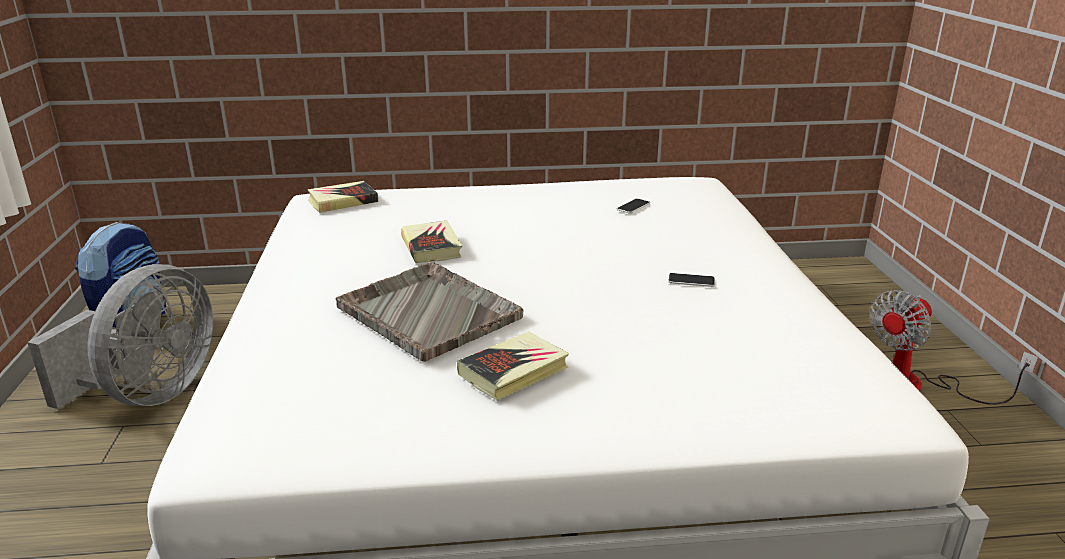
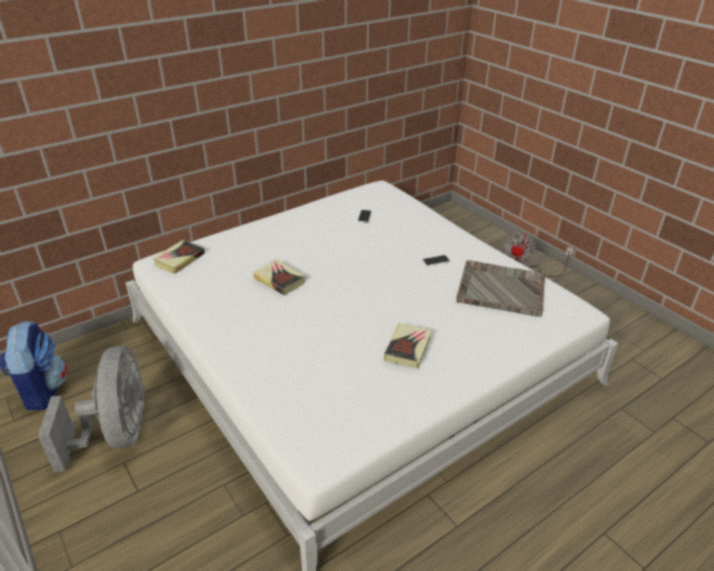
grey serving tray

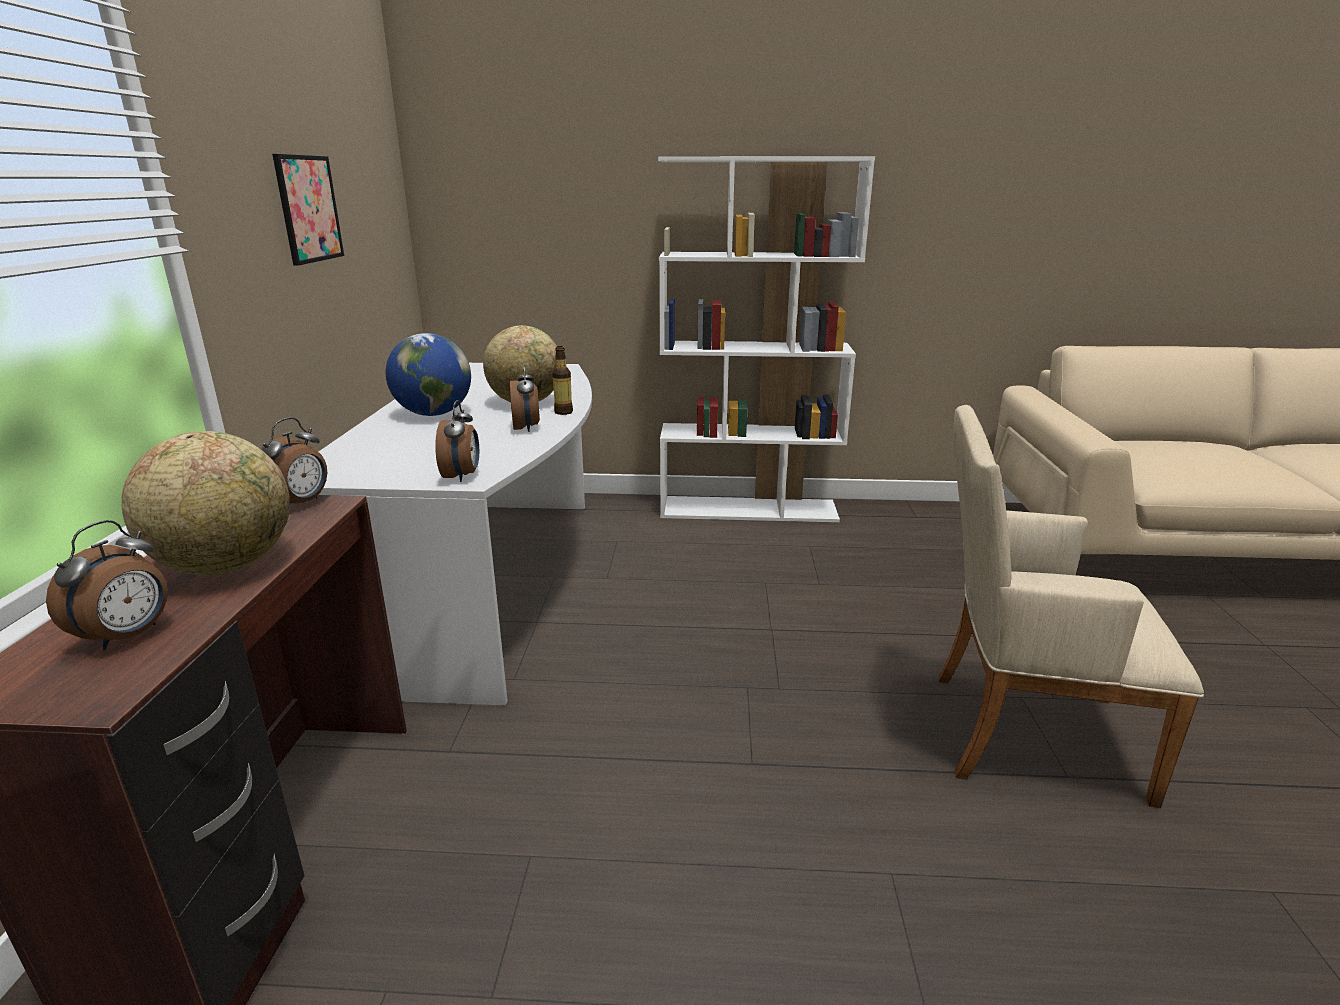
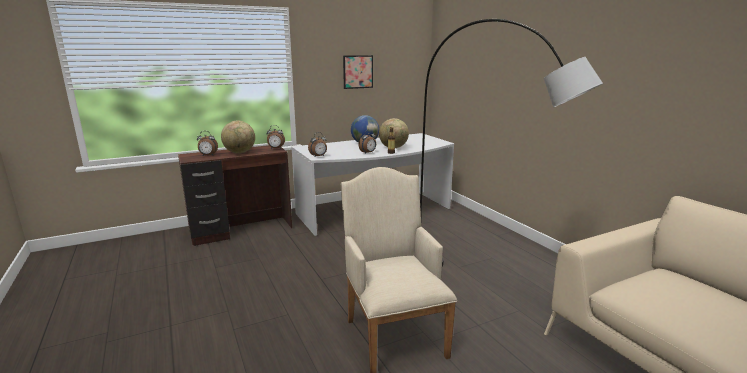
grey standing lamp; whitish shelving unit

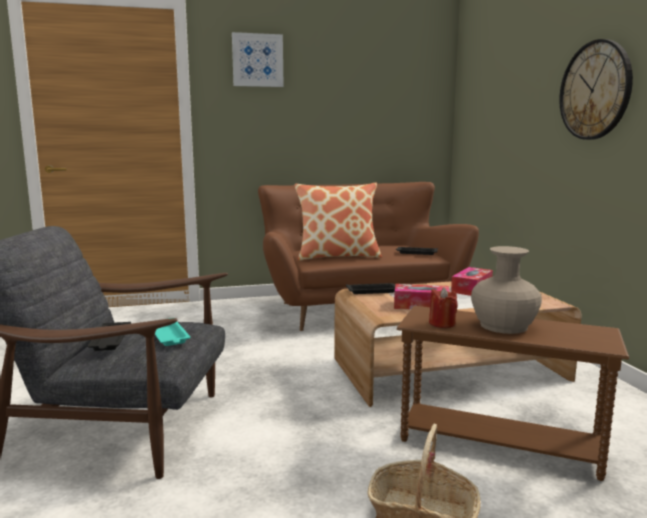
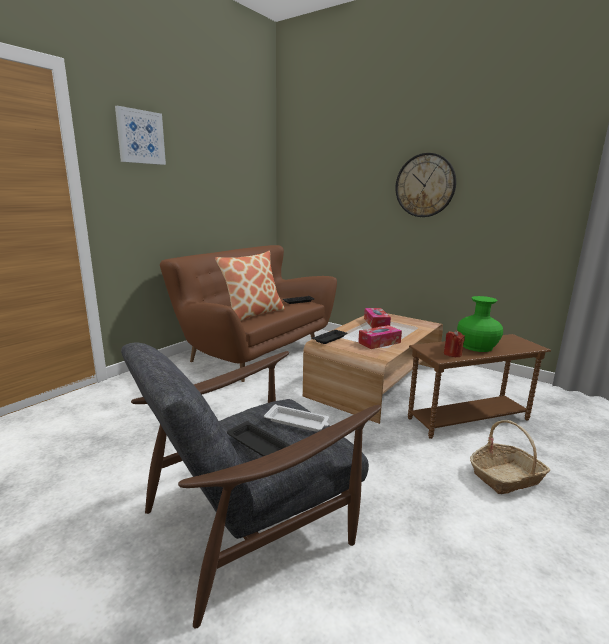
whitish serving tray; greenish vase

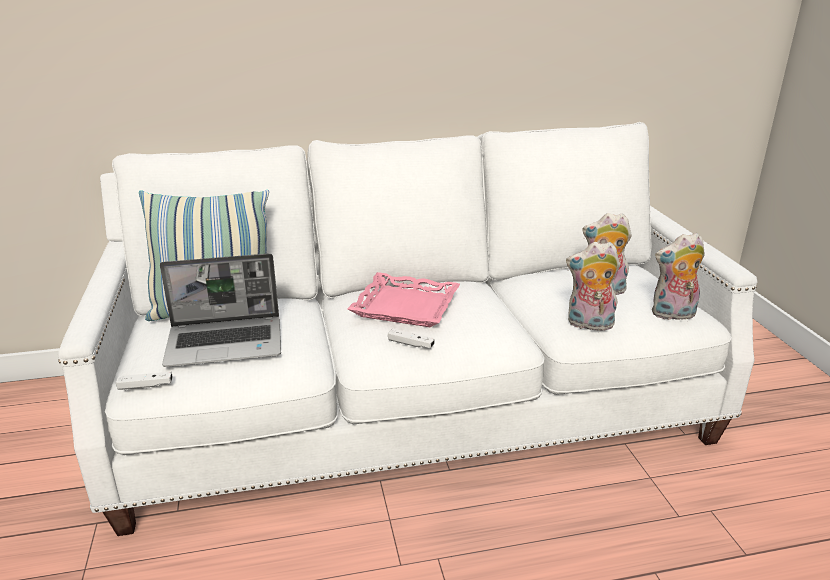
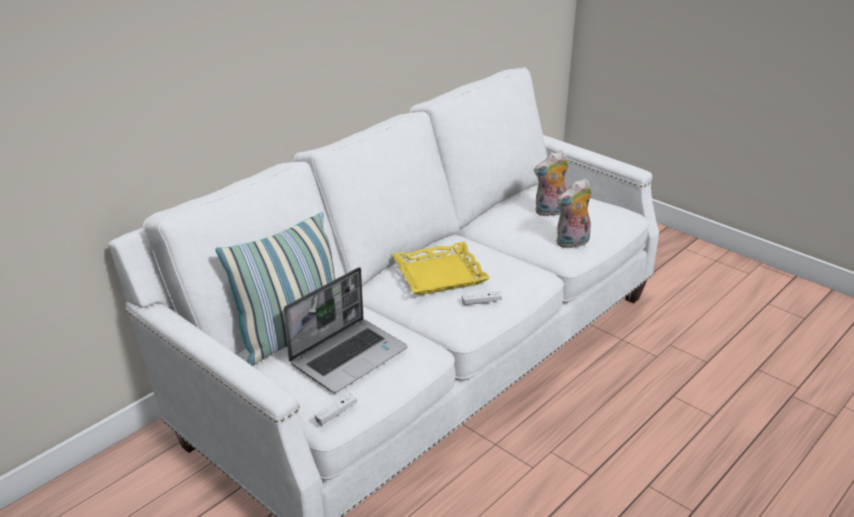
yellow serving tray; soft toy (3rd from left in the first image)

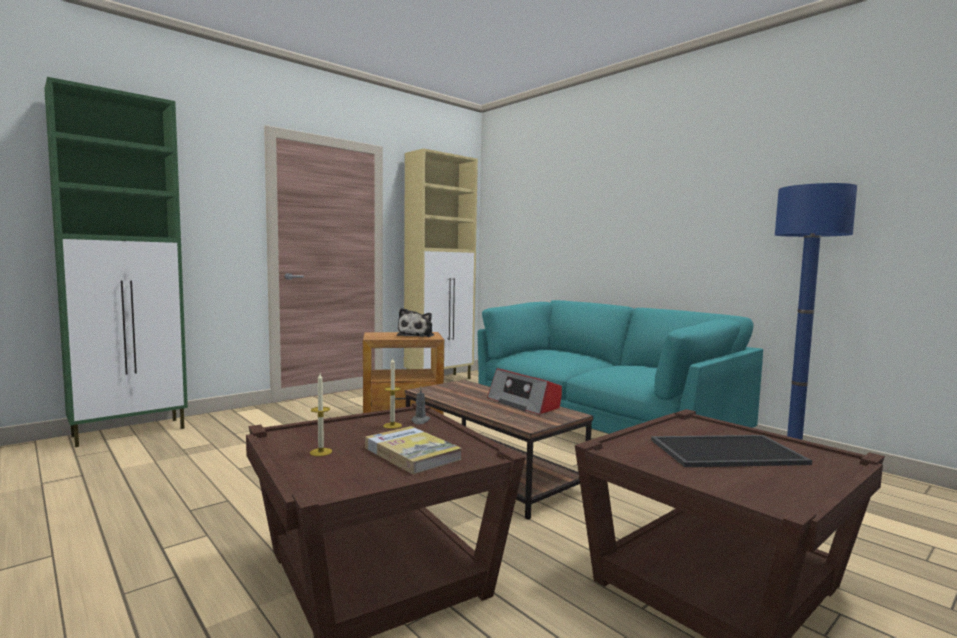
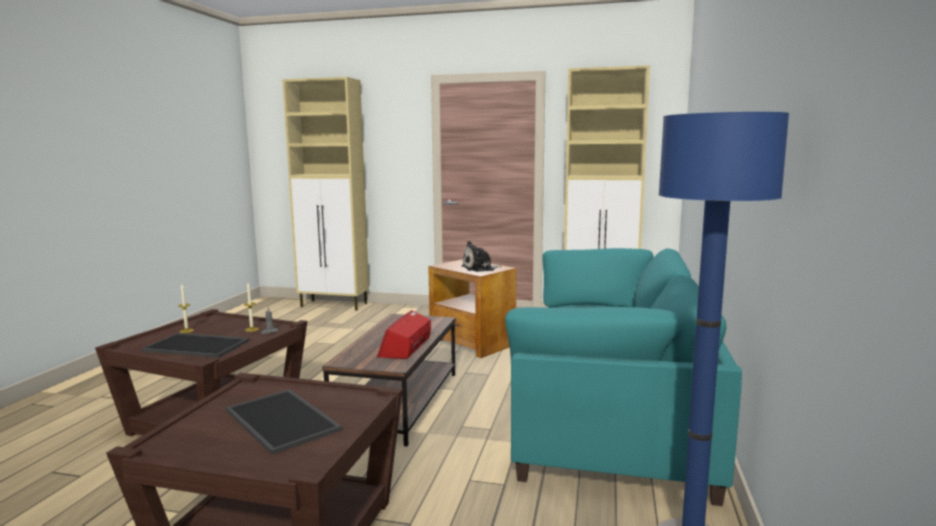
serving tray (1st from left); beige-coloured cupboard (1st from left)

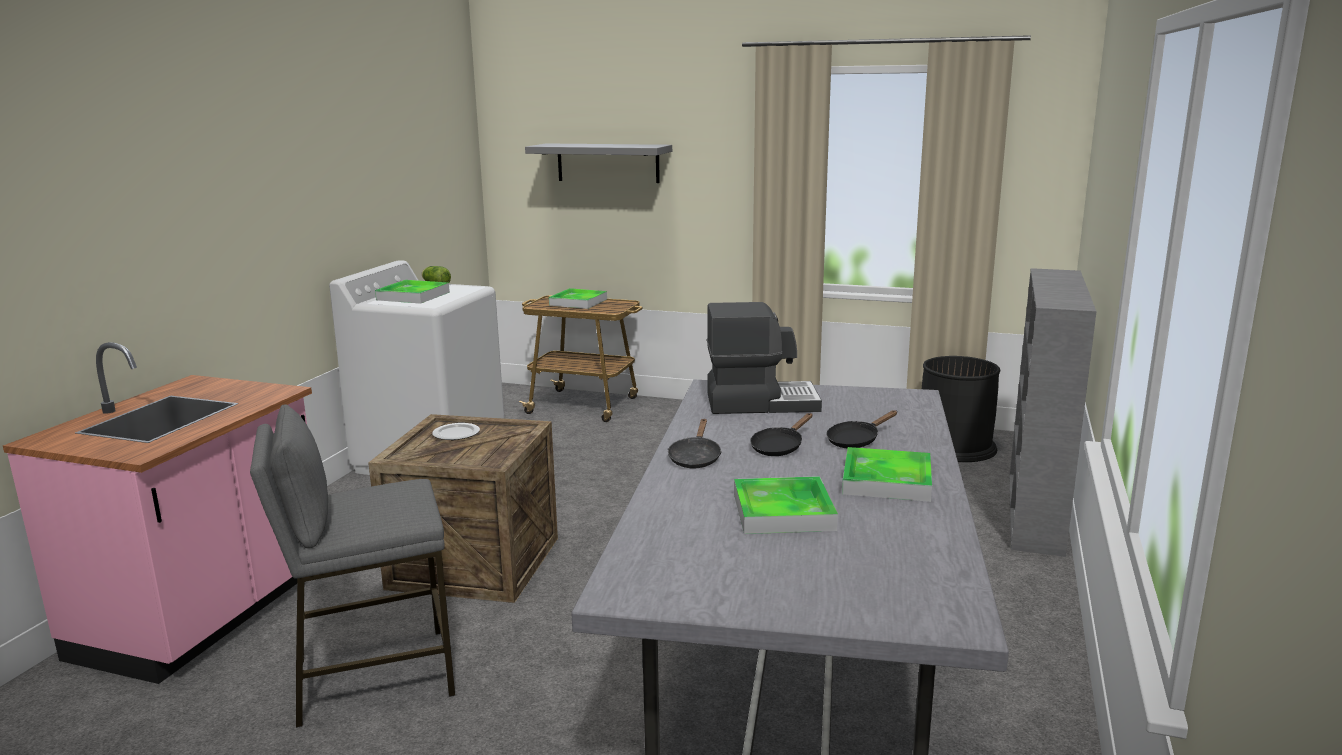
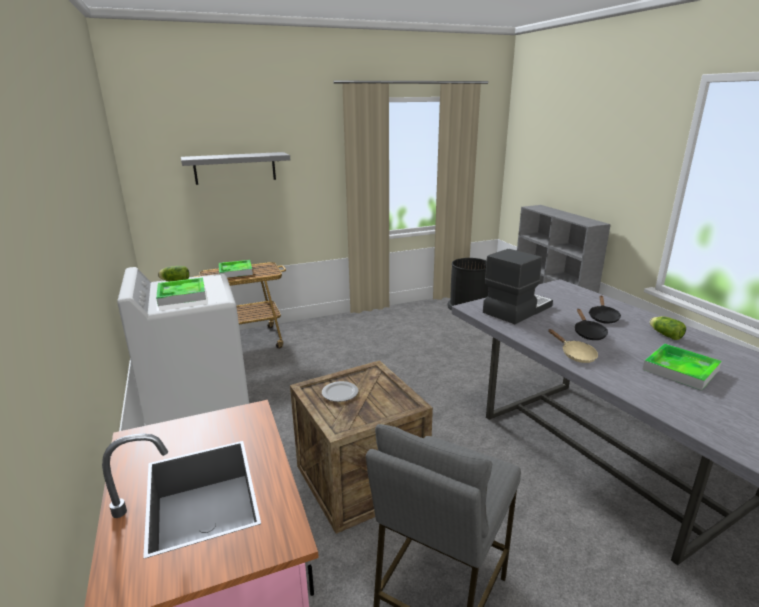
beige-coloured skillet; lettuce head (2nd from left)

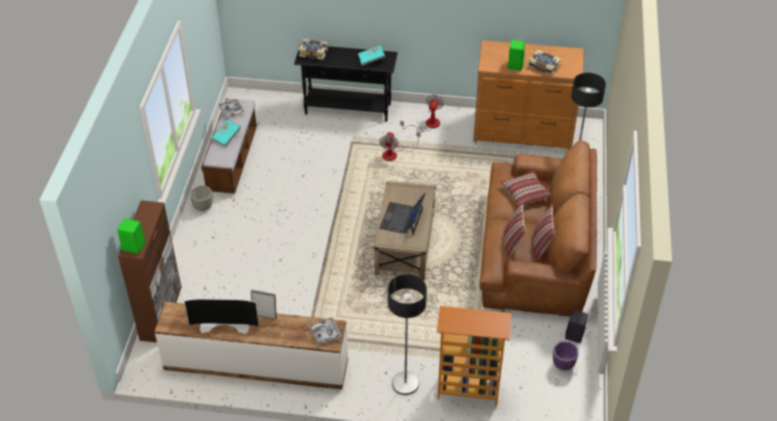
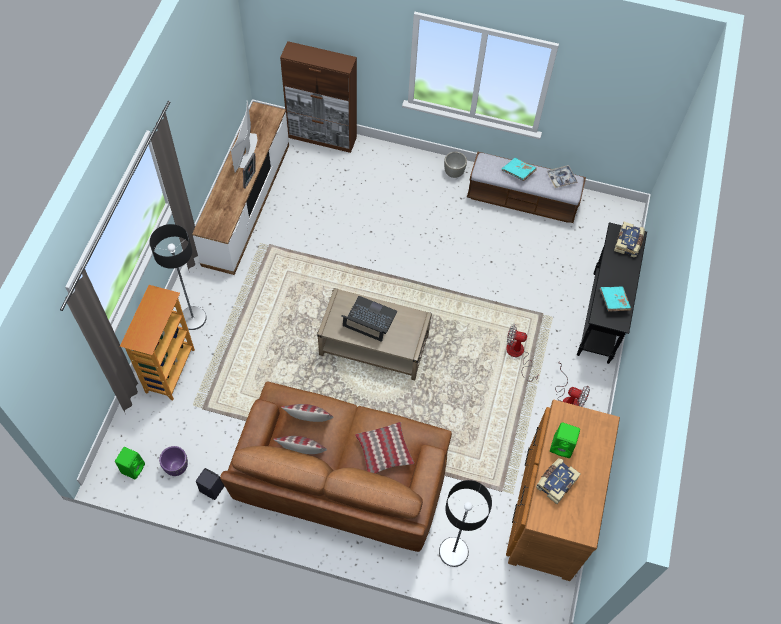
greenish audio speaker (1st from left); serving tray (2nd from left in the first image)

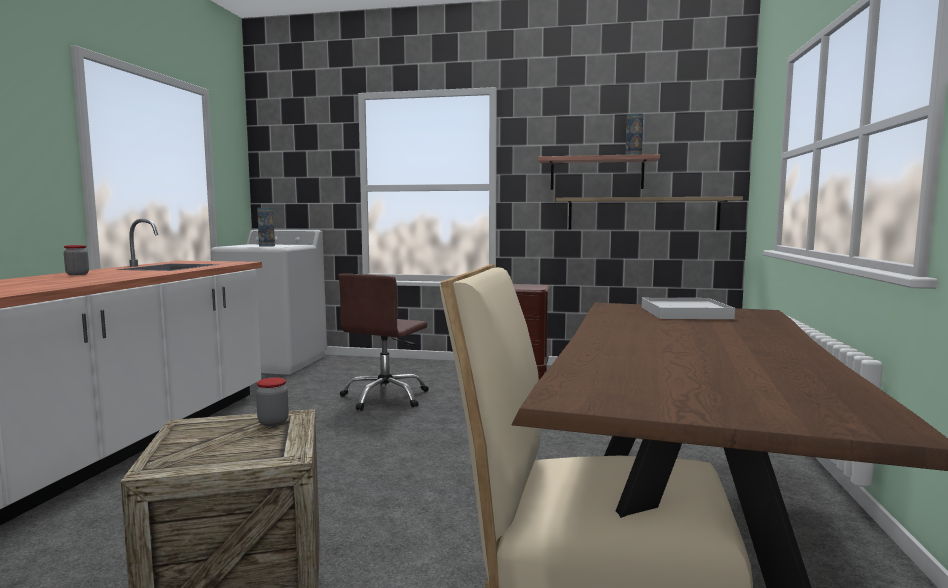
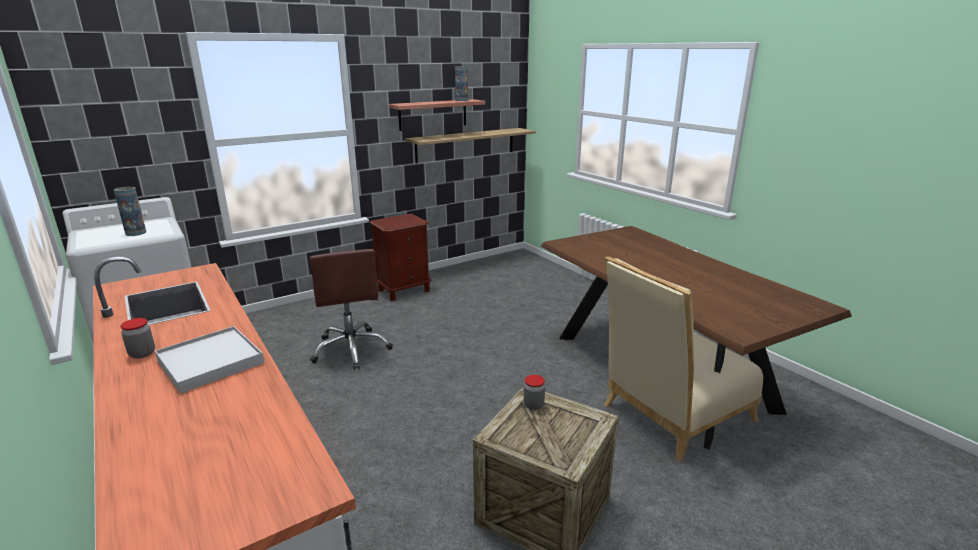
whitish serving tray

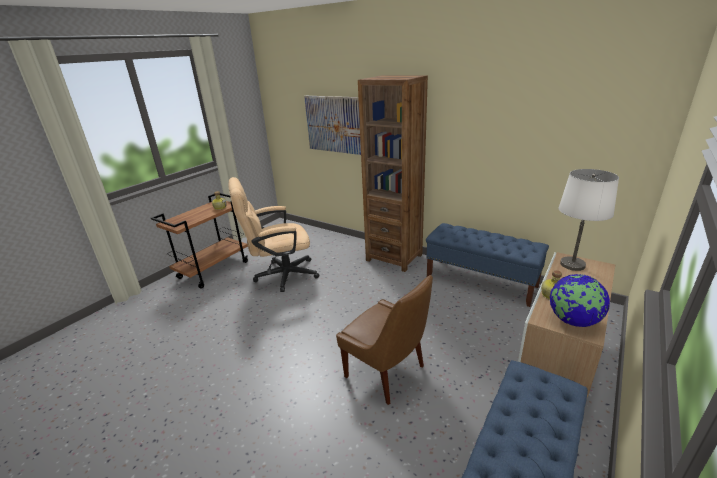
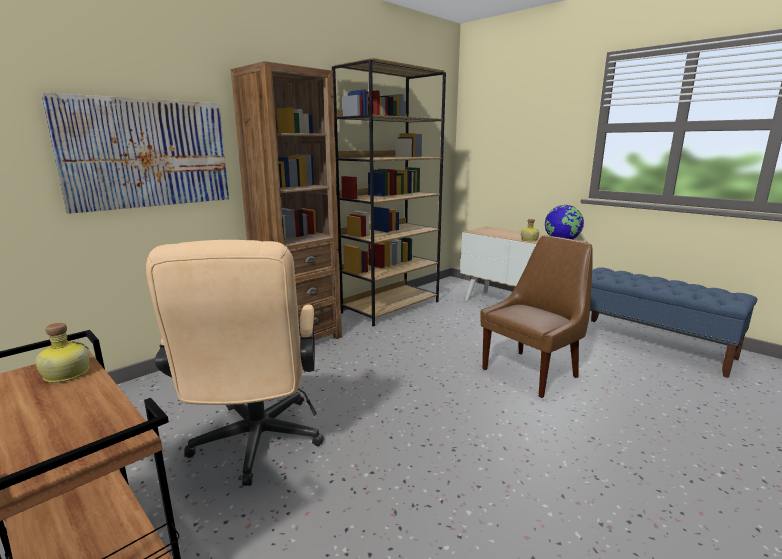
brown shelving unit (2nd from left); whitish tabletop lamp

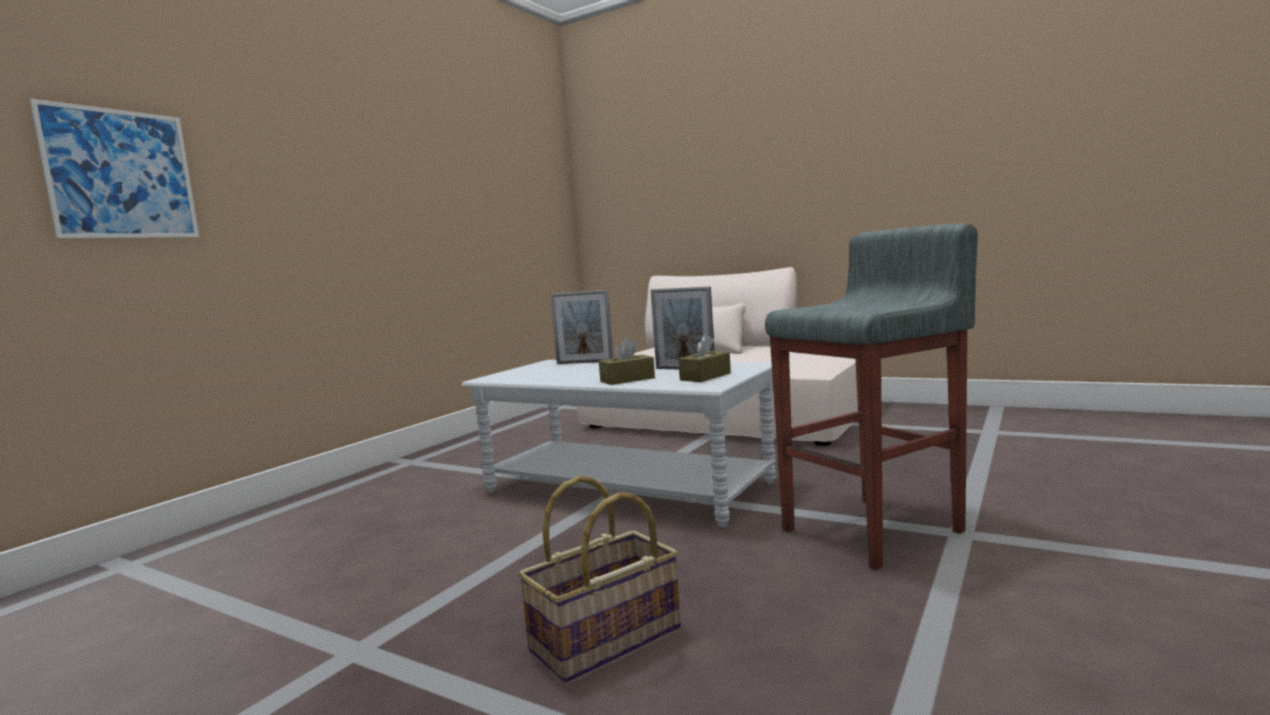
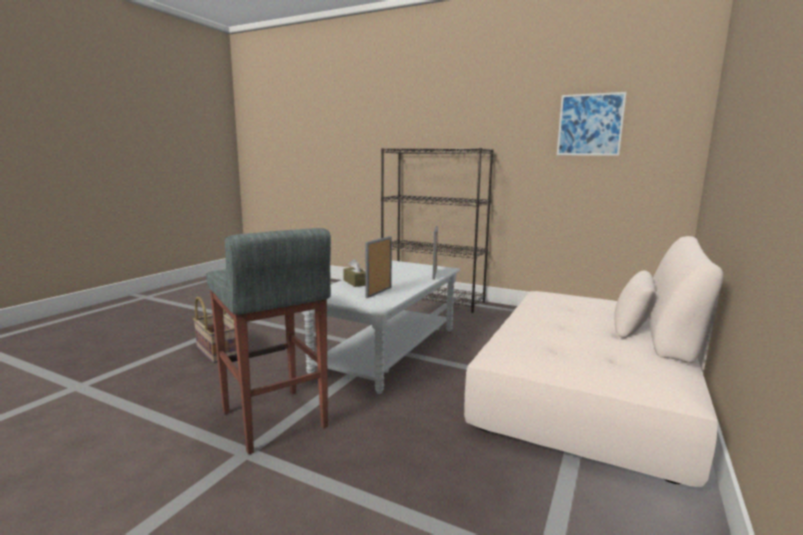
black shelving unit; picture; brown tissue box (2nd from left in the first image)

